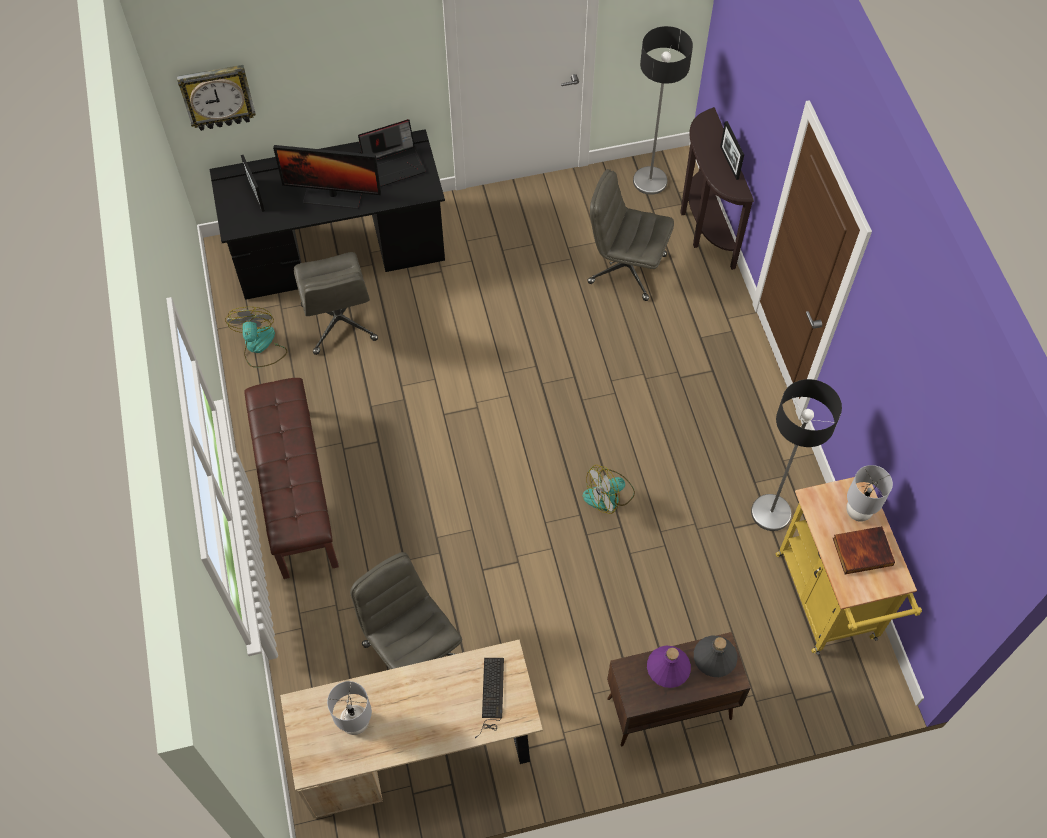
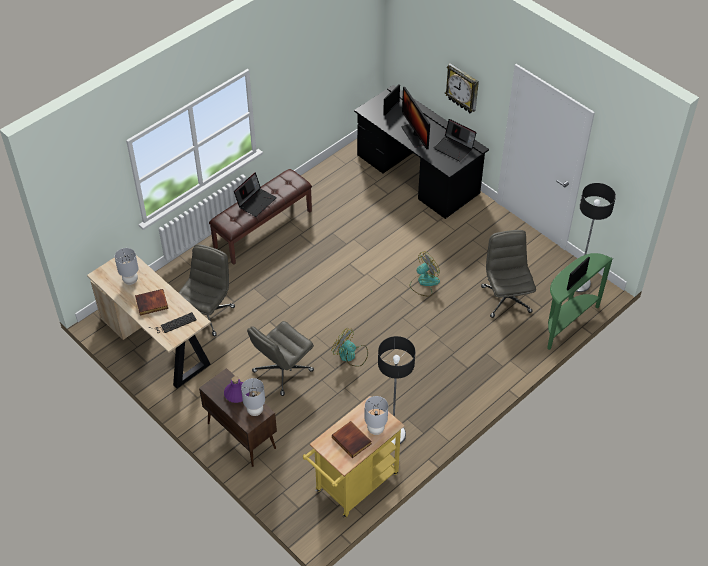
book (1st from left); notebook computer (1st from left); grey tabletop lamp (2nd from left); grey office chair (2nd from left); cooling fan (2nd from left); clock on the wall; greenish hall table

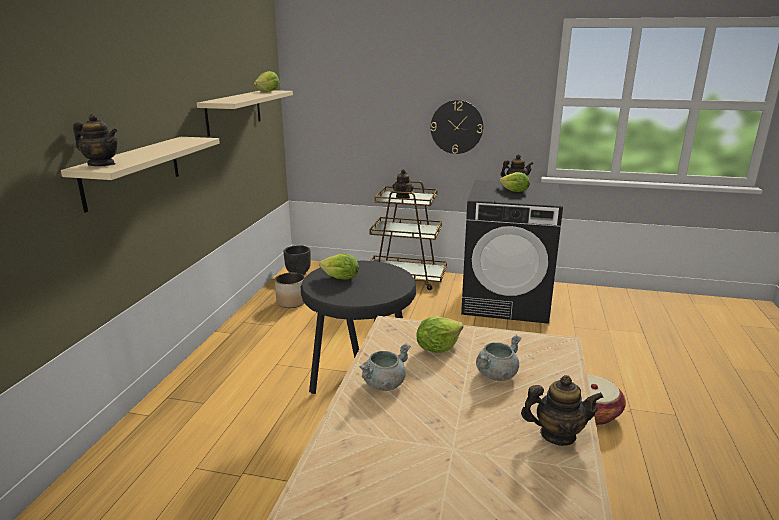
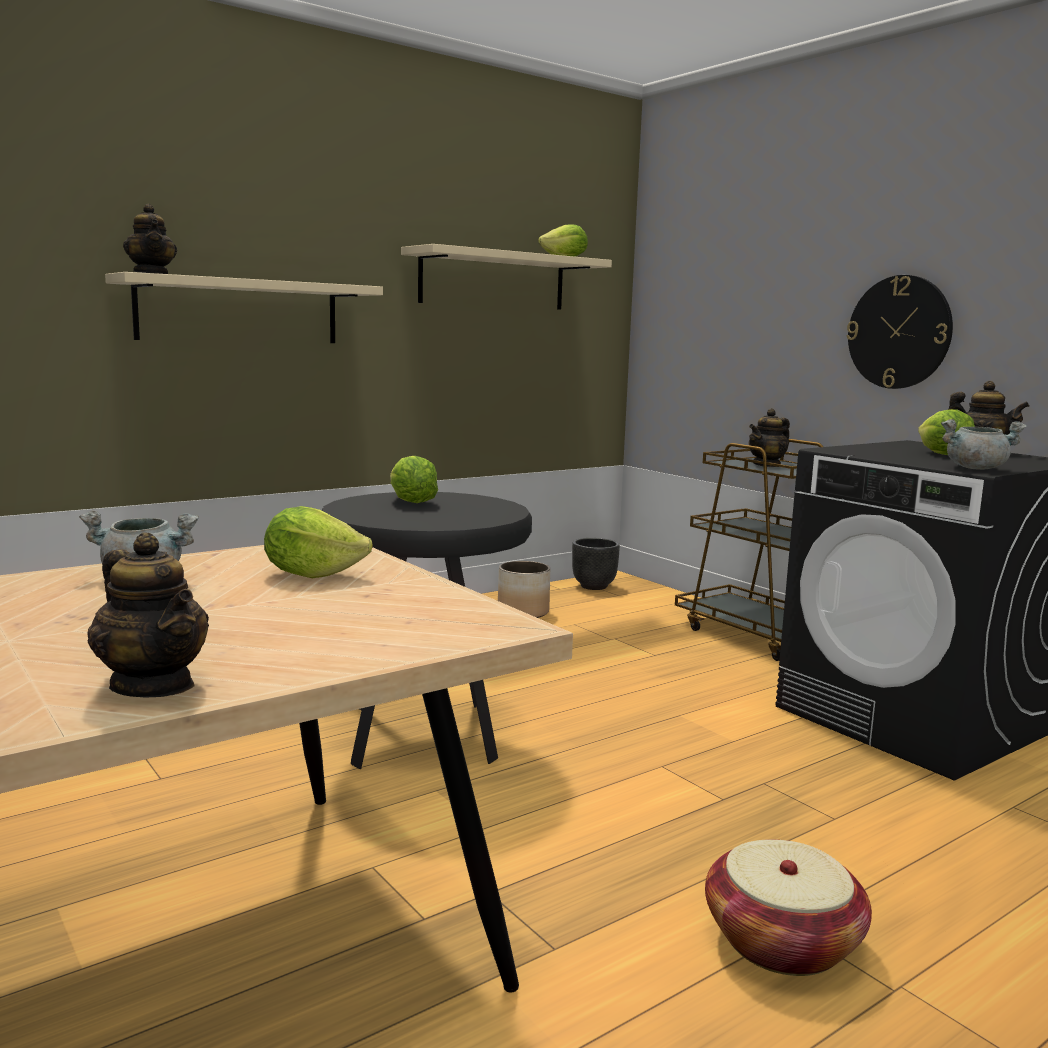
grey stockpot (2nd from left)

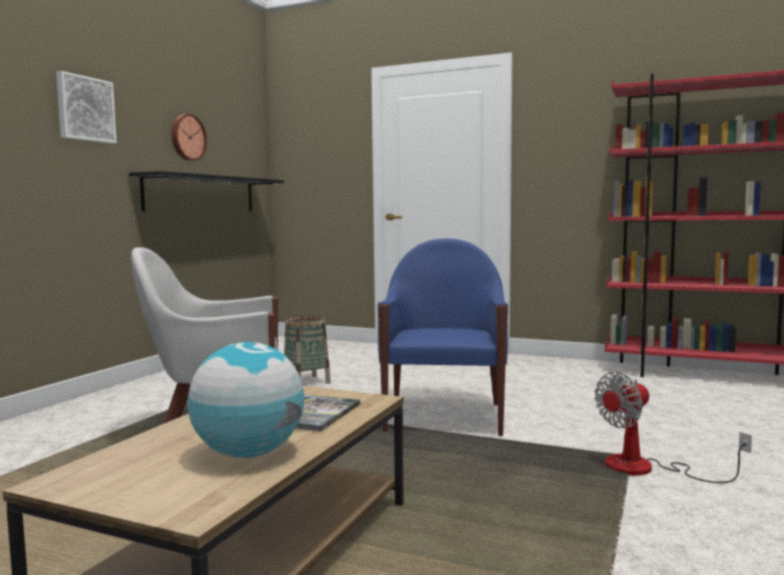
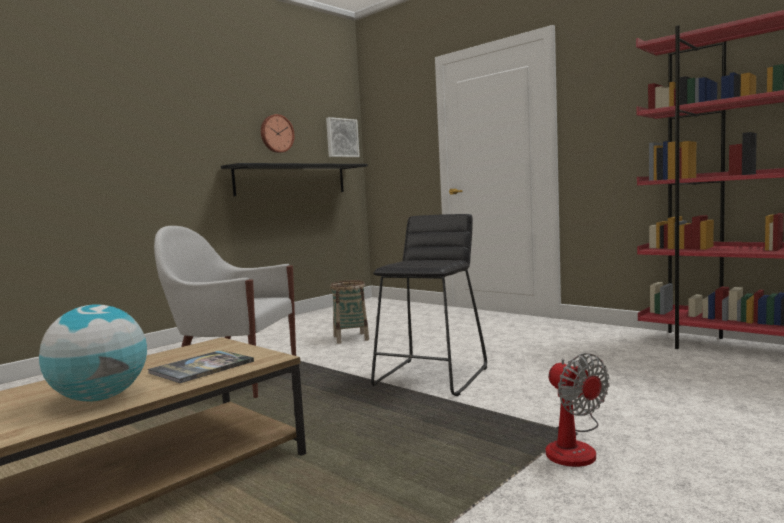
picture; black stool; cooling fan

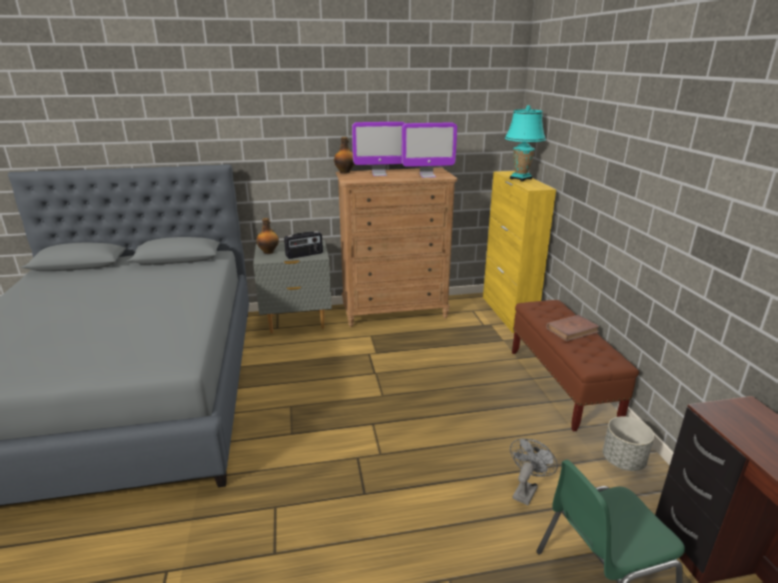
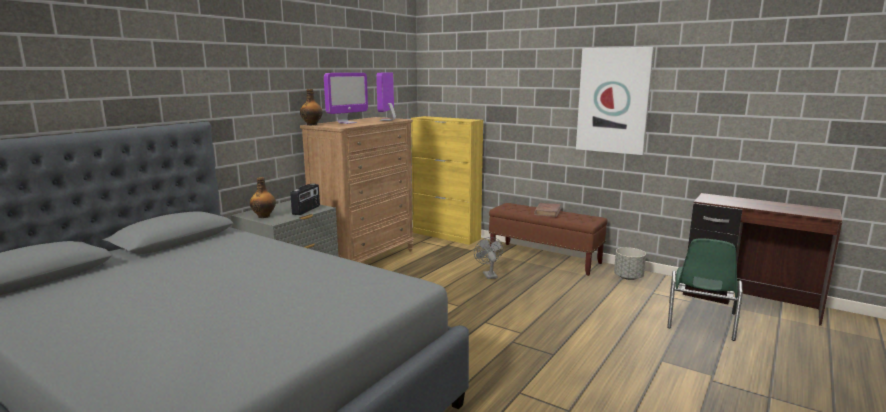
computer screen (2nd from left); grey cooling fan; picture; turquoise tabletop lamp

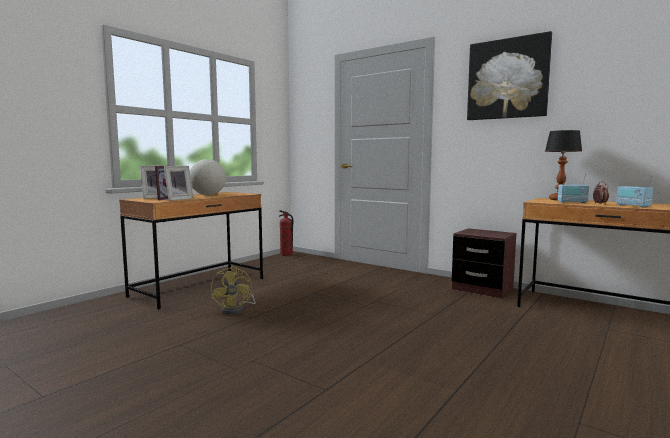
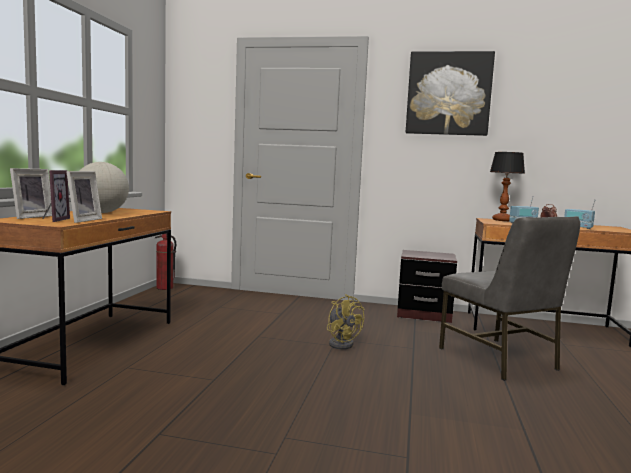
yellow cooling fan; grey chair

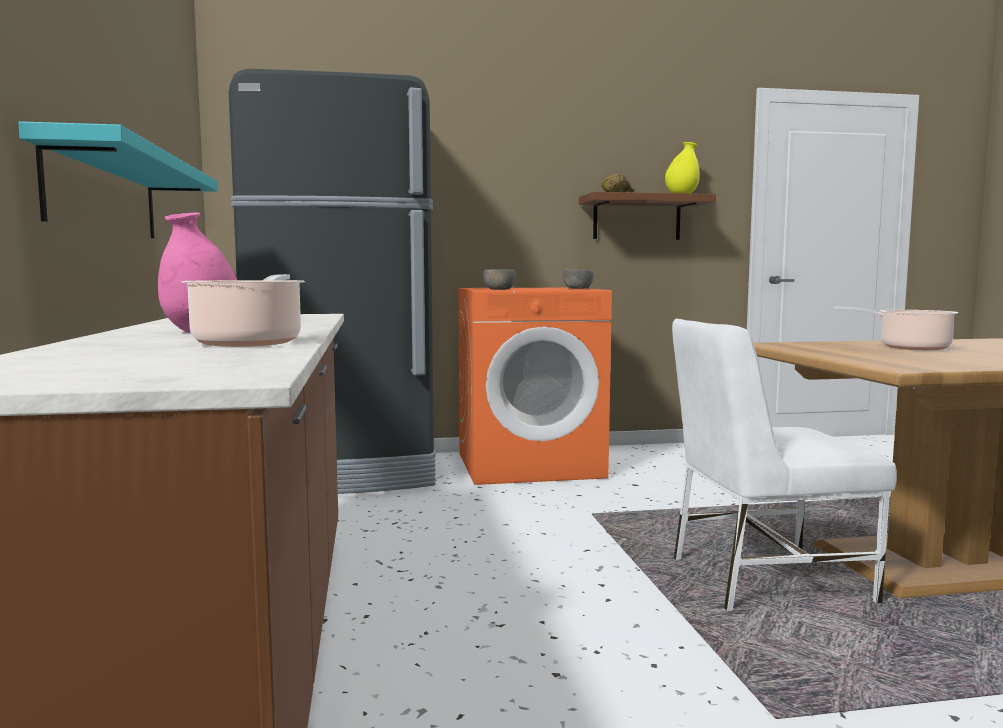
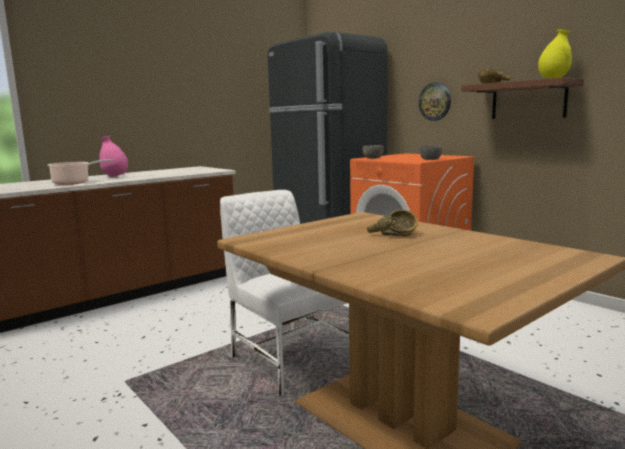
brown deep dish (1st from left); clock on the wall; turquoise shelf

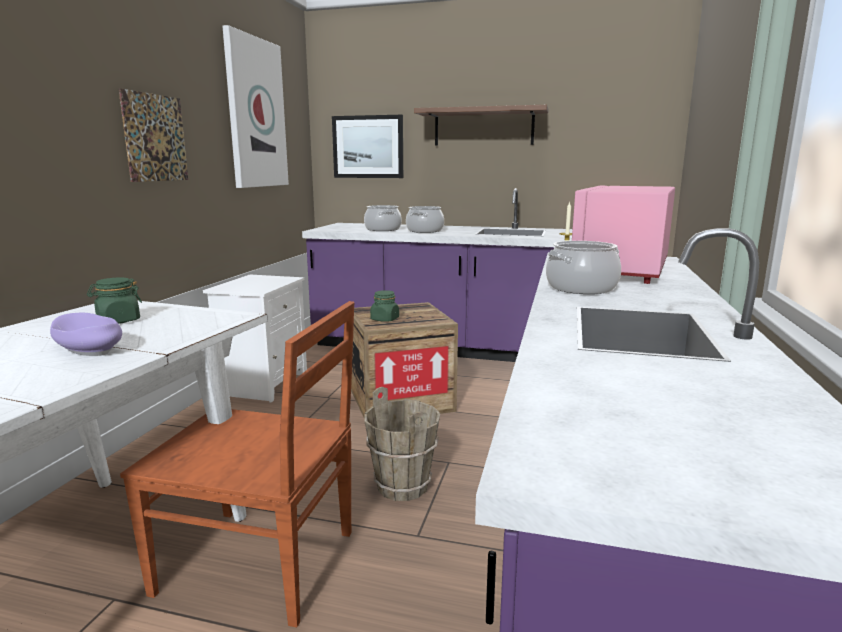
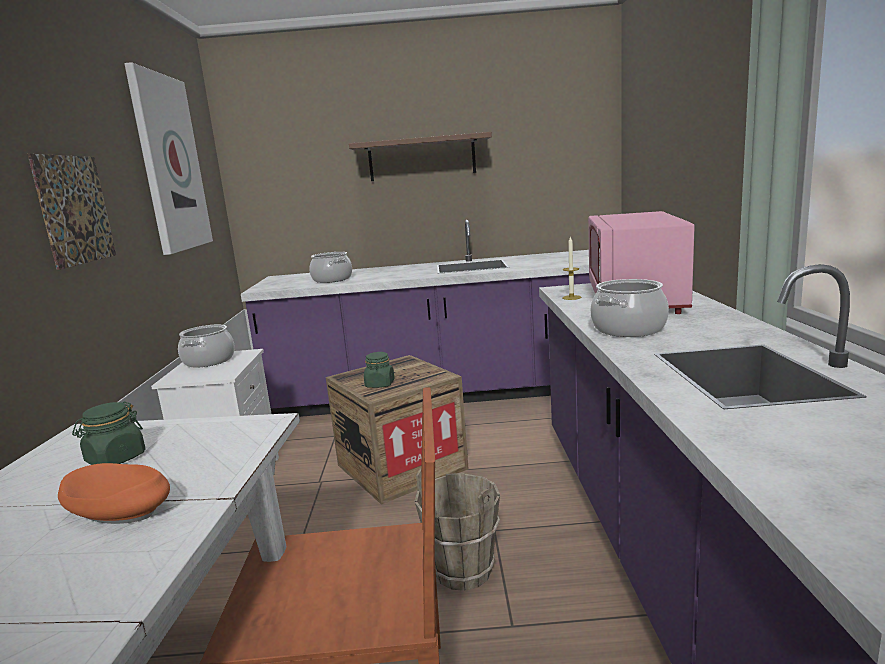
orangey deep dish; stockpot (1st from left); picture (3rd from left in the first image)

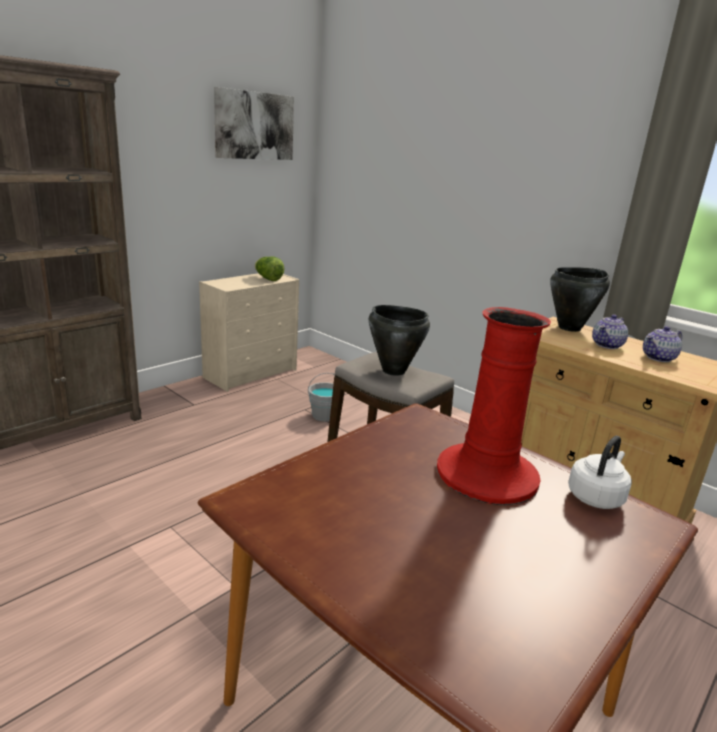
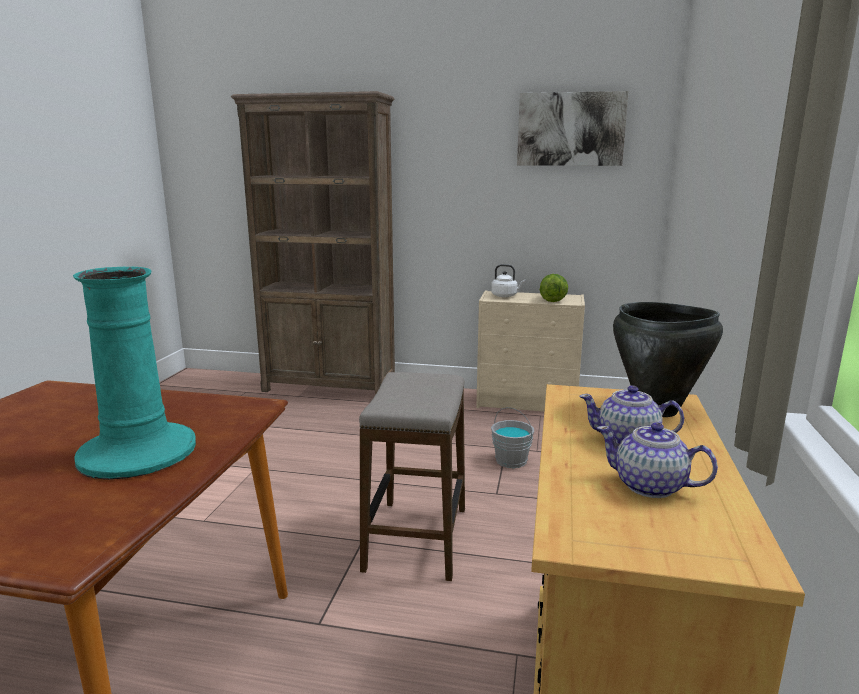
turquoise vase; whitish tea kettle; black stockpot (1st from left in the first image)

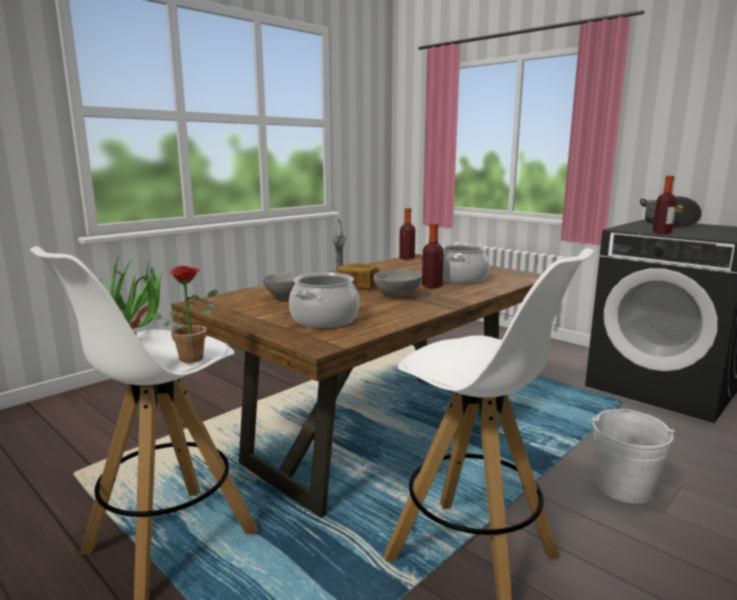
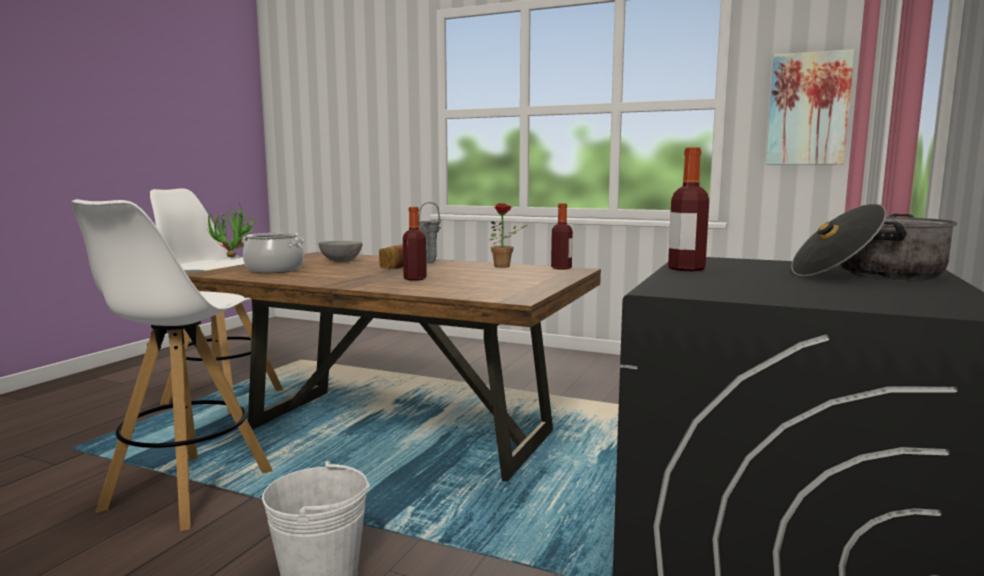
plant in a pot (2nd from left); picture; grey deep dish (2nd from left in the first image); stockpot (2nd from left in the first image)

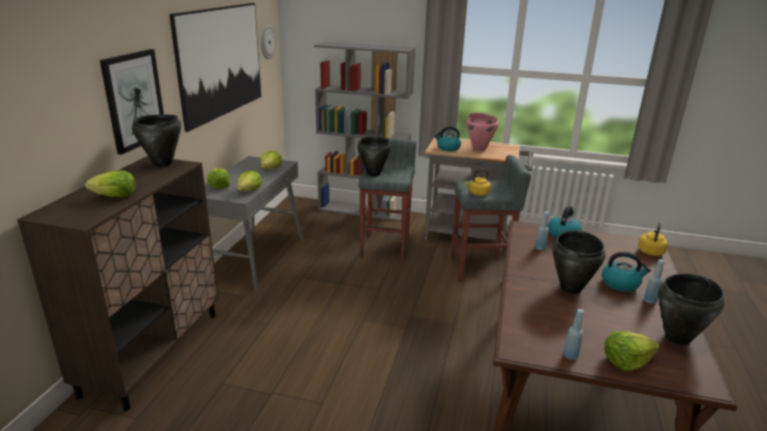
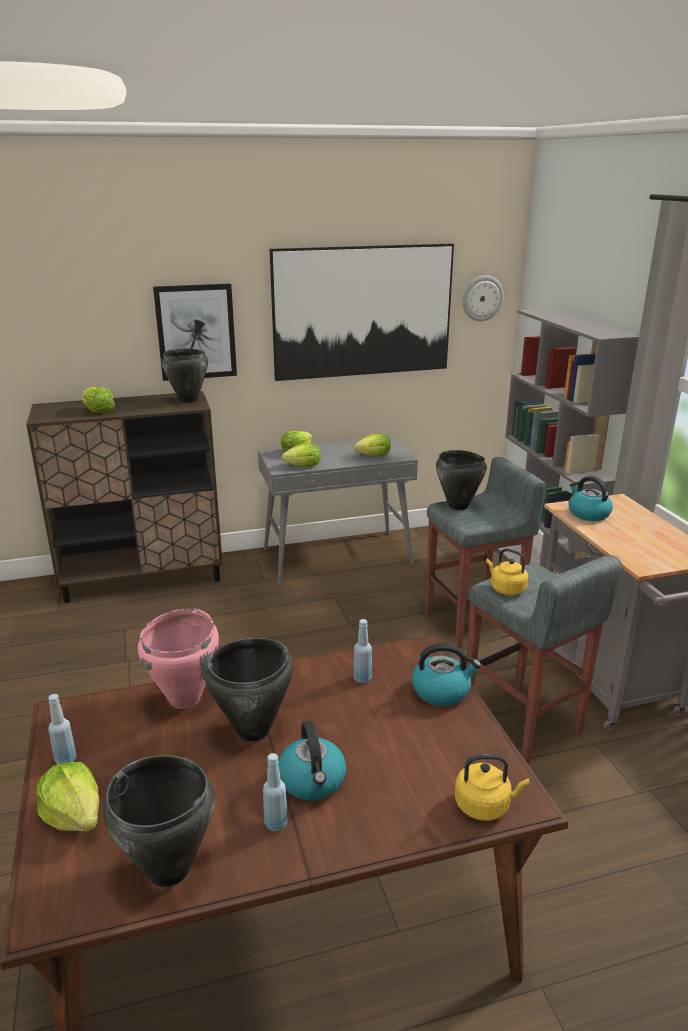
pink-coloured stockpot

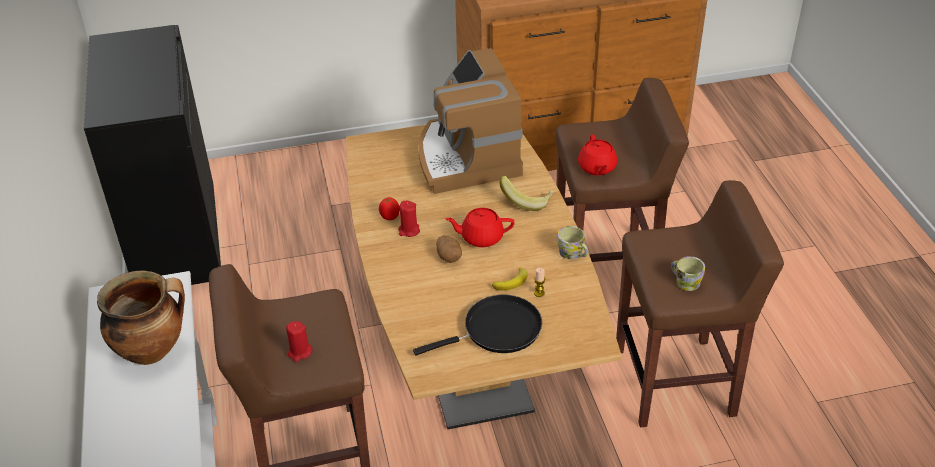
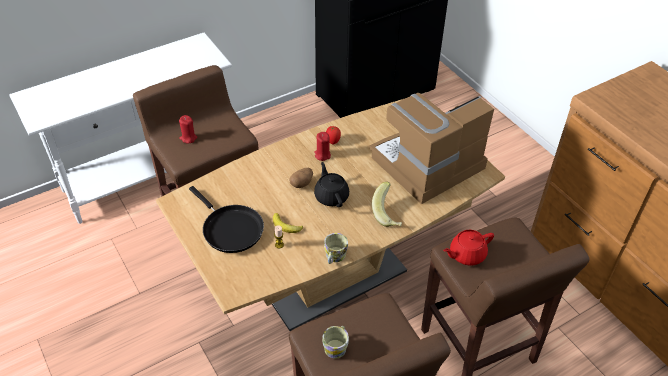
black pot for tea; stockpot

